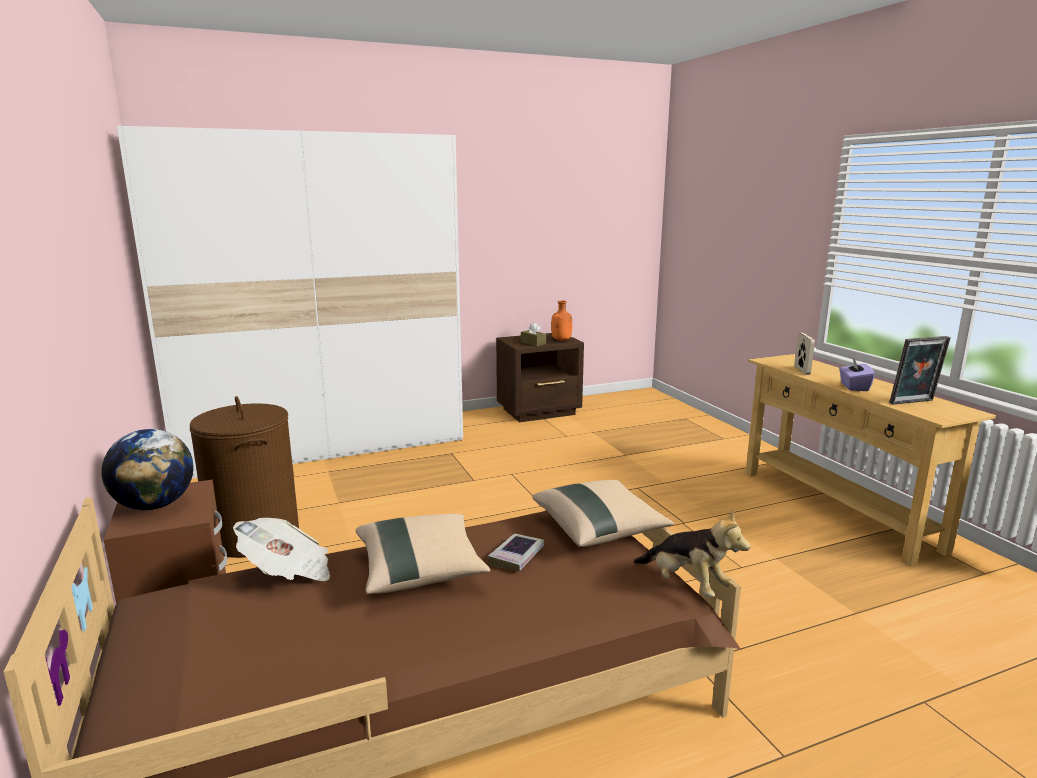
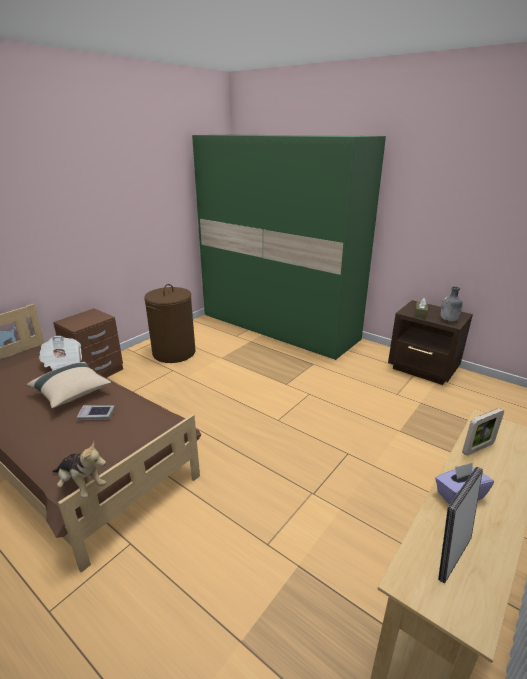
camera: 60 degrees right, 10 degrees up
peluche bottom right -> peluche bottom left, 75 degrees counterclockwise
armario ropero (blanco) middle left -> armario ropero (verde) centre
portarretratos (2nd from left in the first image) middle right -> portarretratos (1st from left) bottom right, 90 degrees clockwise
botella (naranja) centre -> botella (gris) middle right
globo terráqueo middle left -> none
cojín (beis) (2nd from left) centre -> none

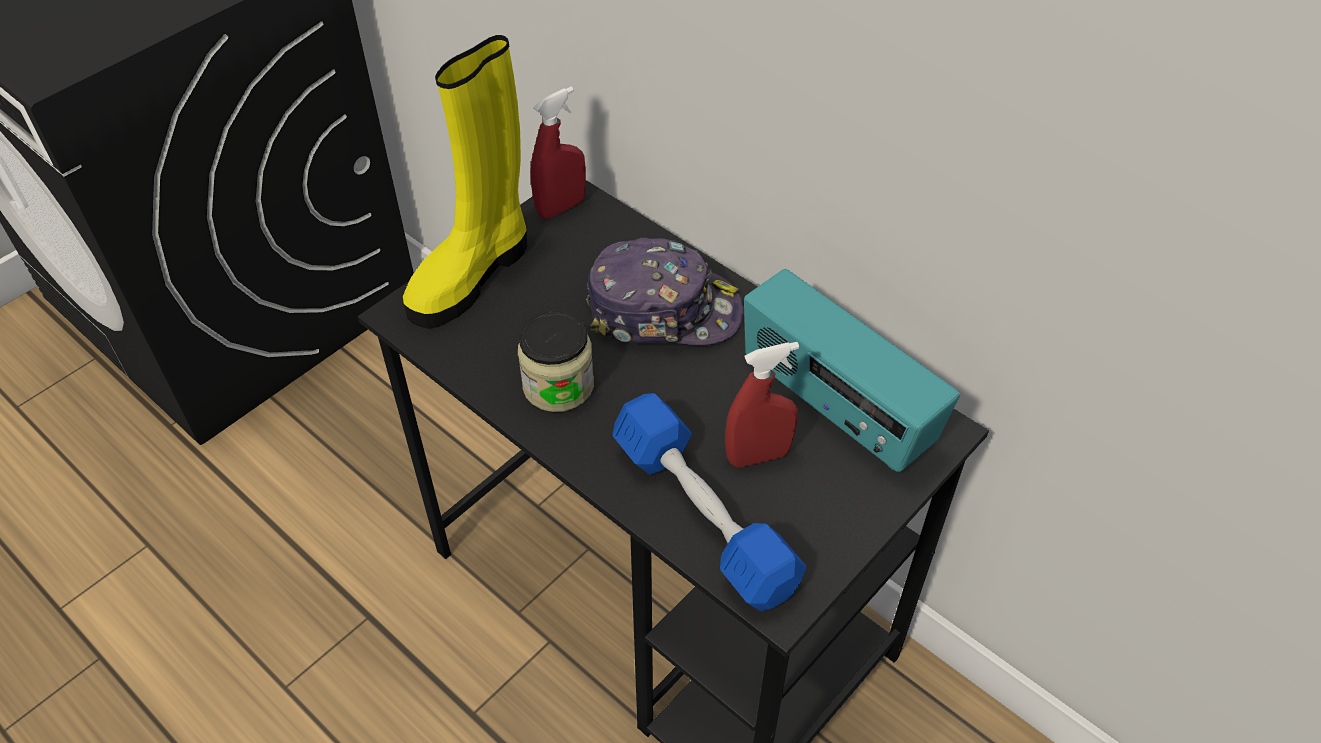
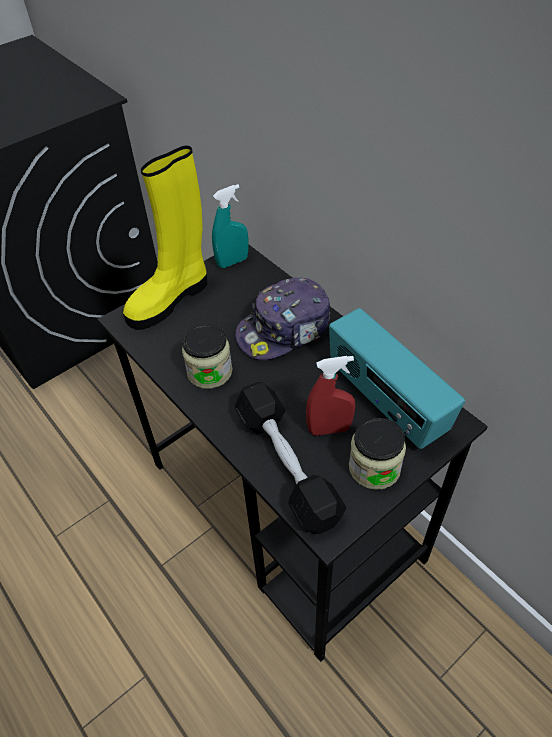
camera: 10 degrees right, 0 degrees up
pulverizador (rojo) (1st from left) top centre -> pulverizador (turquesa) top centre
gorra centre, 135 degrees clockwise
mancuerna (azul) bottom centre -> mancuerna (negro) centre
none -> tarro (2nd from left) middle right

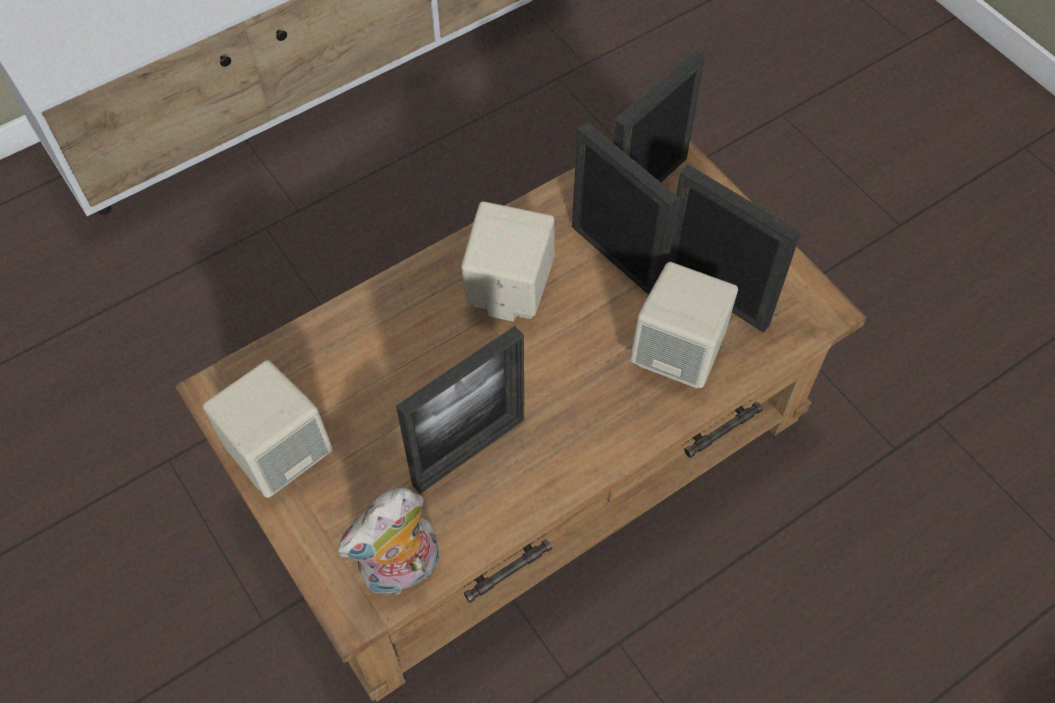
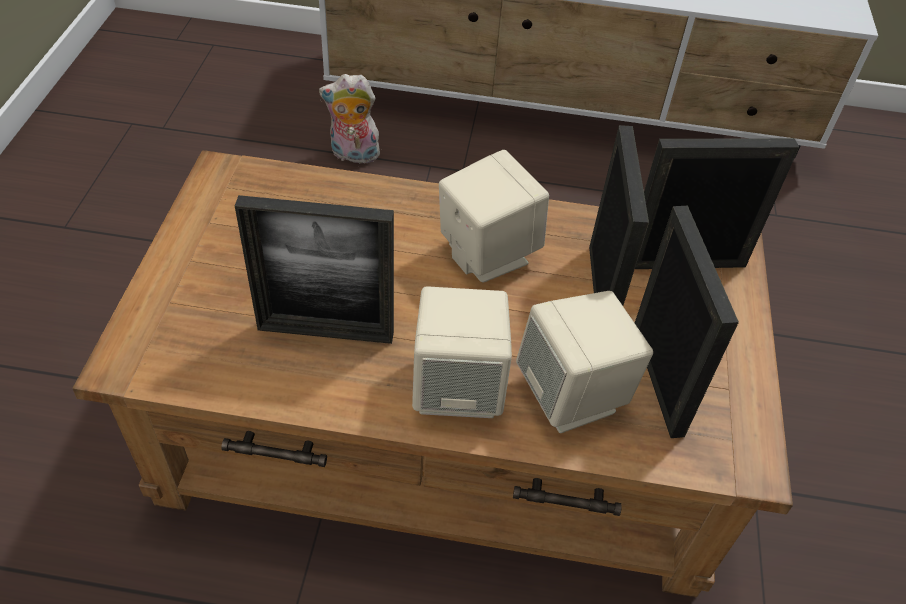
camera: 40 degrees right, 10 degrees down
peluche bottom centre -> peluche top centre, moved
altavoz (beis) (1st from left) middle left -> altavoz (beis) (1st from left) centre, moved

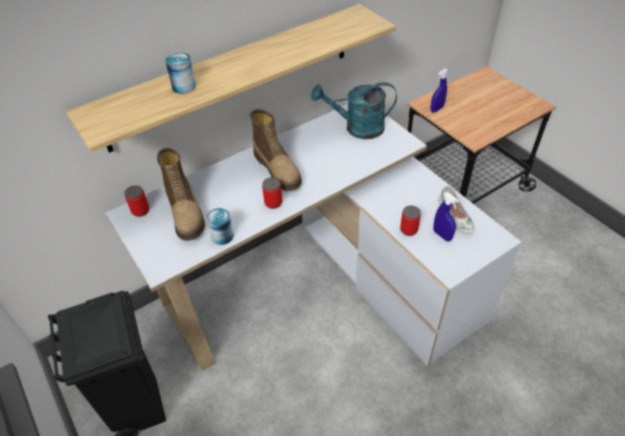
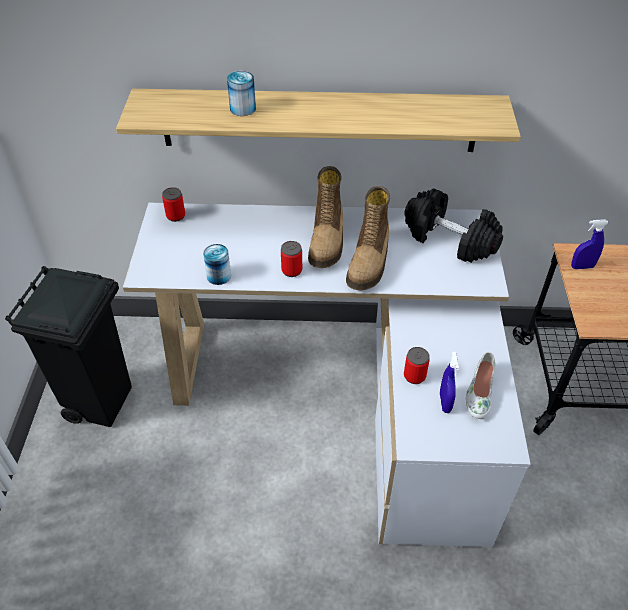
camera: 35 degrees right, 0 degrees up
bota (1st from left in the first image) middle left -> bota (2nd from left) centre, moved
regadera (turquesa) top centre -> mancuerna (negro) middle right

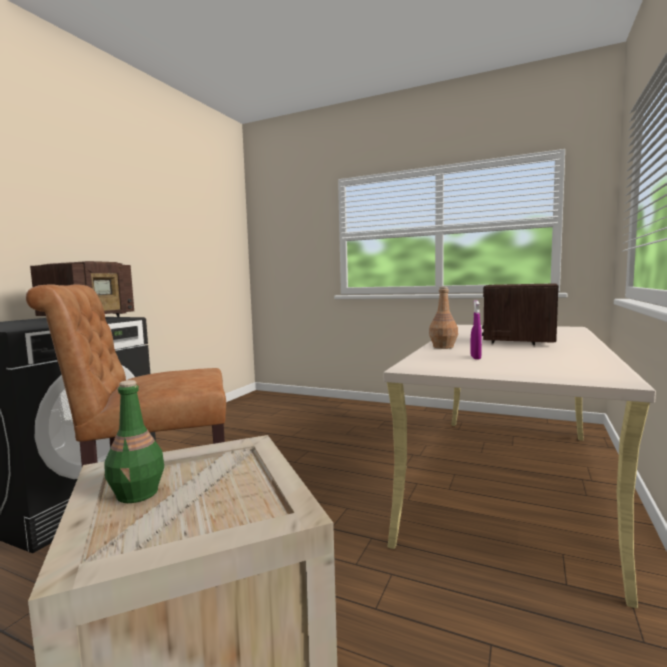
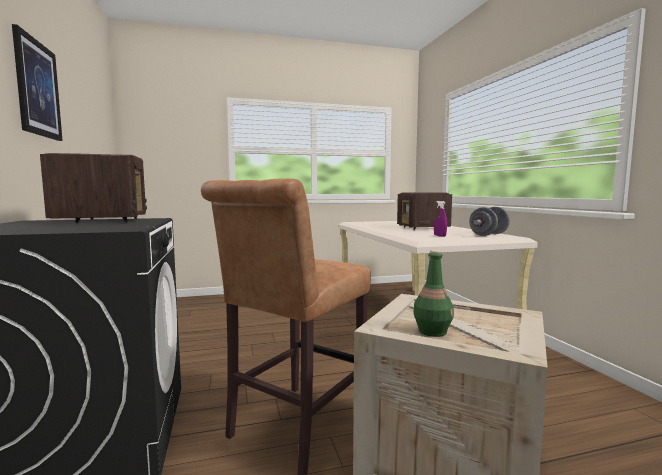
camera: 40 degrees left, 0 degrees up
none -> cuadro top left
none -> mancuerna (gris) middle right
botella (marrón) centre -> none

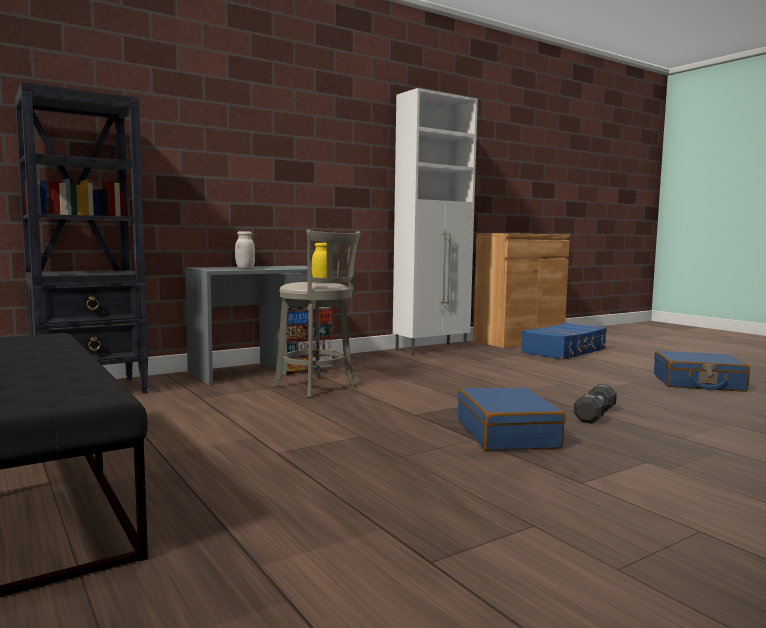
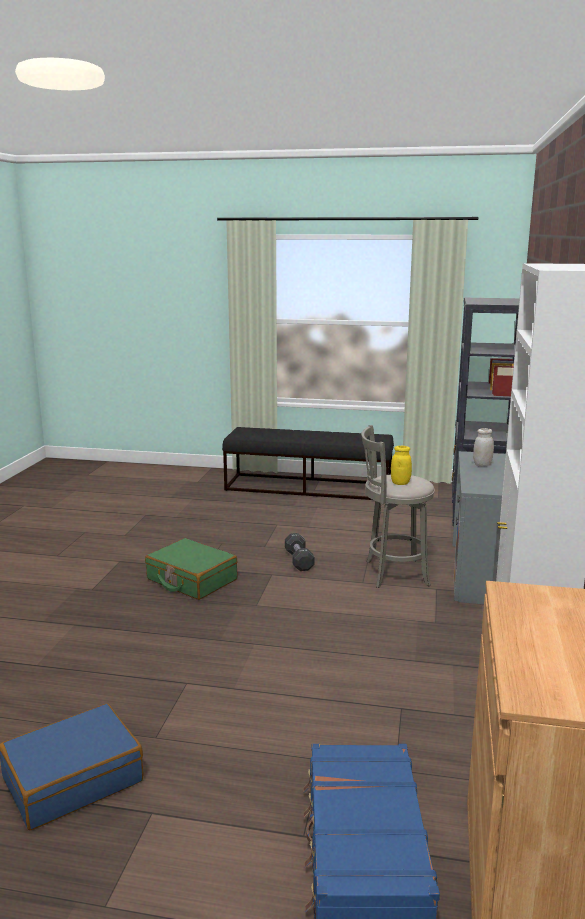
camera: 135 degrees right, 10 degrees up
maleta (azul) (1st from left) bottom right -> maleta (verde) middle left
mancuerna (negro) middle right -> mancuerna (negro) centre, moved

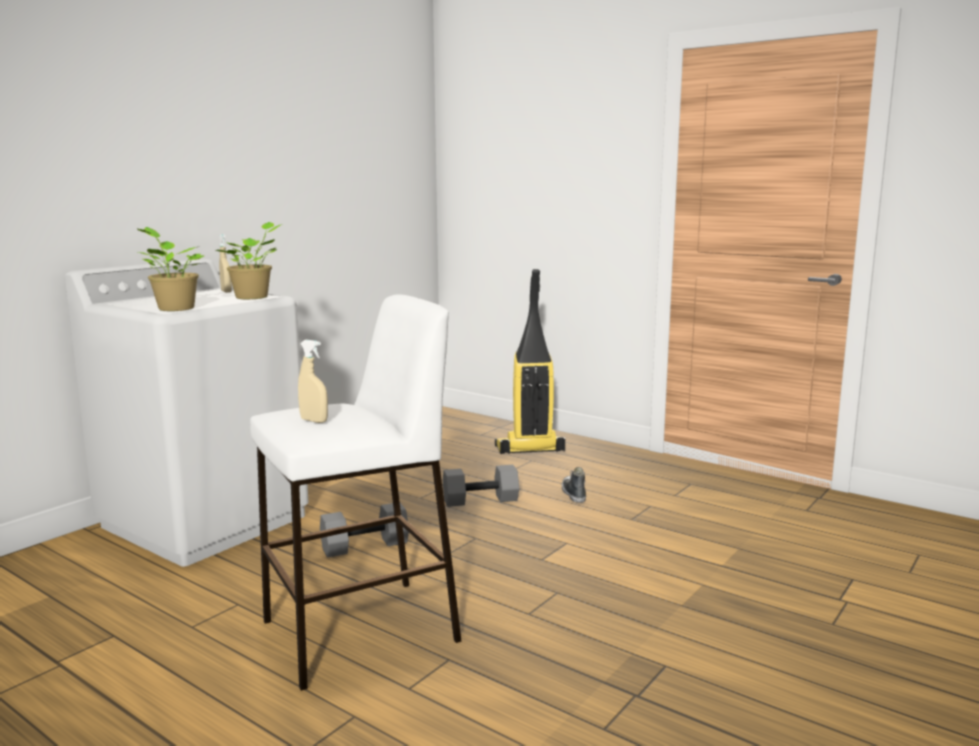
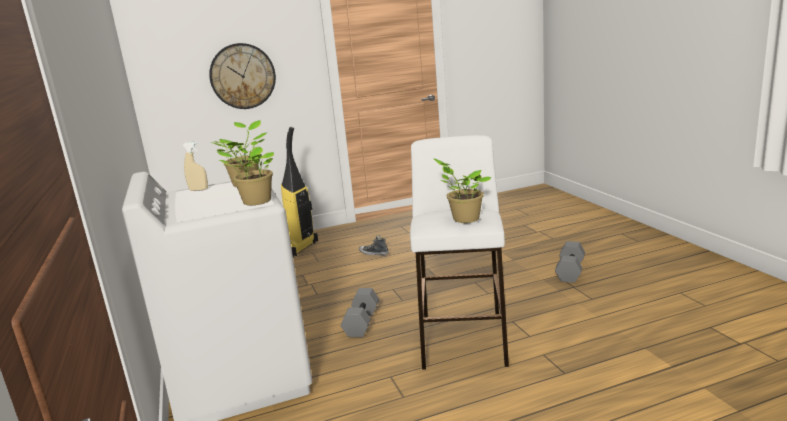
camera: 55 degrees left, 5 degrees up
none -> reloj de pared top left
pulverizador (beis) (2nd from left) middle left -> planta en maceta (3rd from left) centre
mancuerna (gris) (2nd from left) centre -> mancuerna (gris) (2nd from left) middle right, moved

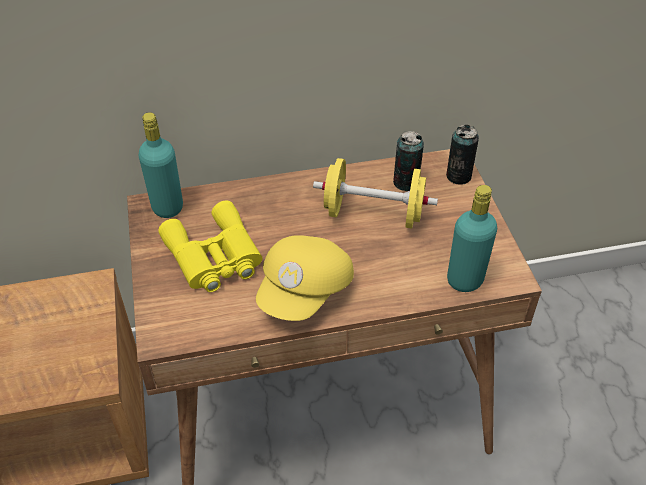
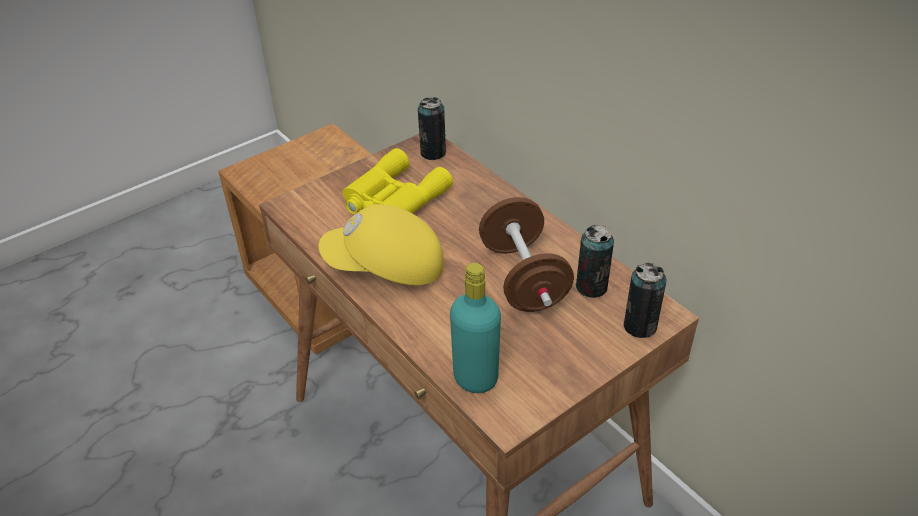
camera: 65 degrees right, 5 degrees down
botella (turquesa) (1st from left) middle left -> lata (1st from left) top centre
mancuerna (amarillo) centre -> mancuerna (marrón) centre

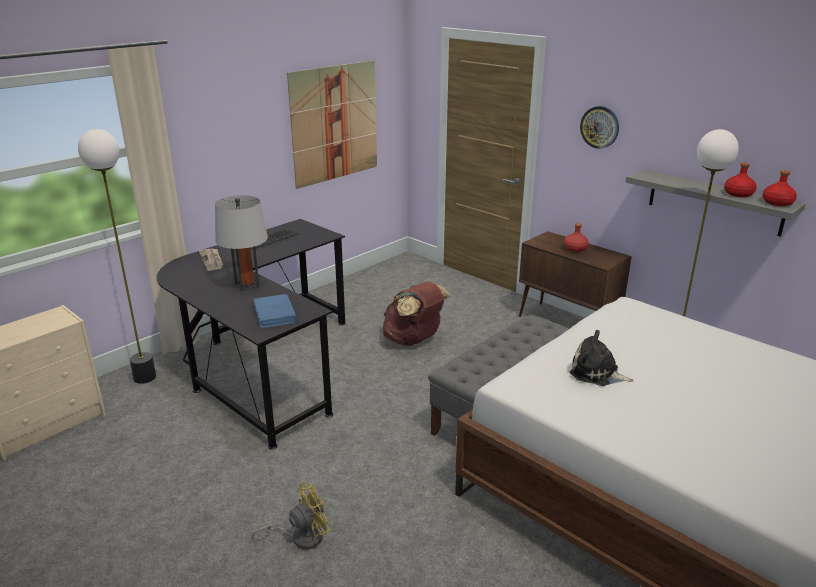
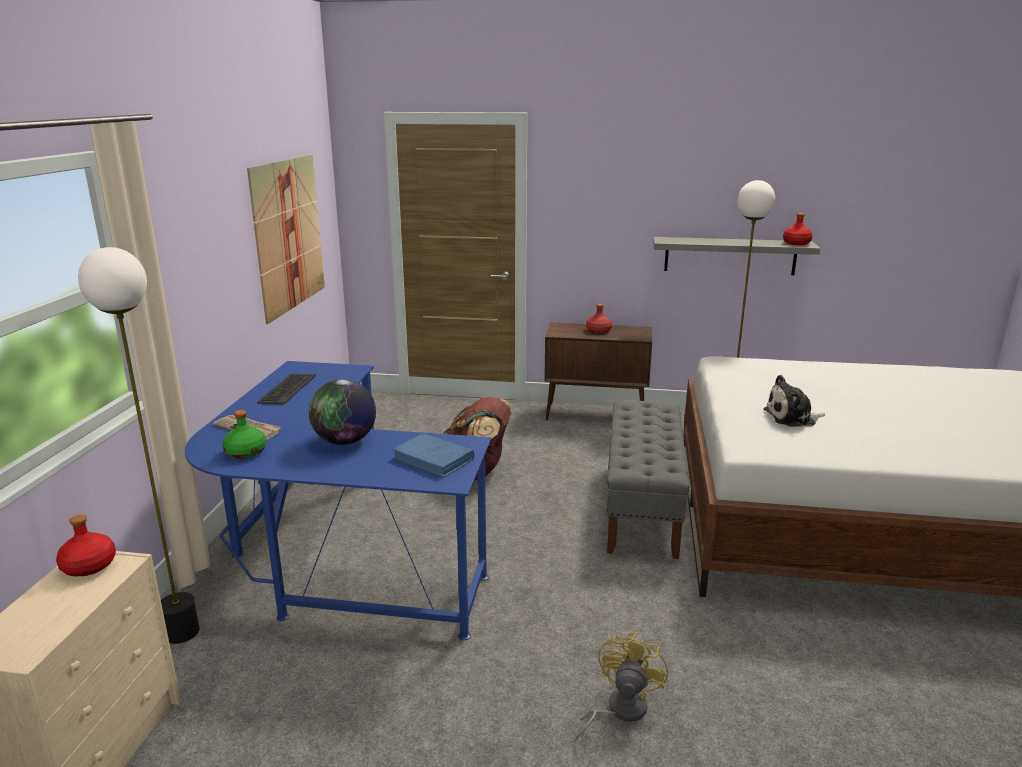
camera: 35 degrees left, 5 degrees down
botella (rojo) (2nd from left in the first image) top right -> botella (rojo) (1st from left) bottom left, moved
escritorio (negro) middle left -> escritorio (azul) middle left
none -> botella (verde) middle left
lámpara de mesa (gris) middle left -> globo terráqueo centre
reloj de pared top right -> none

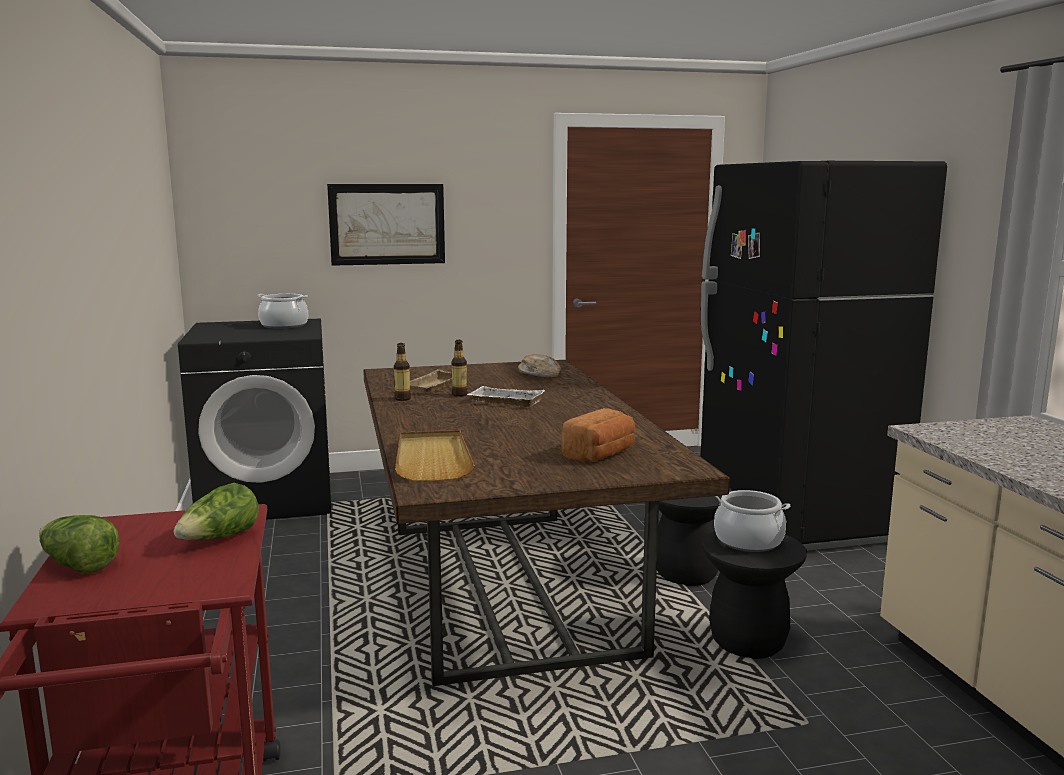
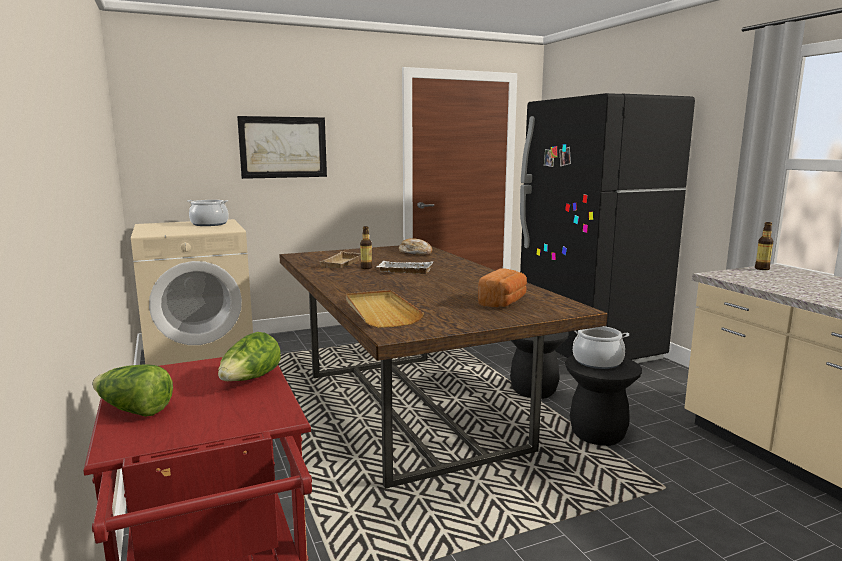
camera: 10 degrees left, 0 degrees up
lavadora (negro) middle left -> lavadora (beis) middle left
botella (1st from left in the first image) centre -> botella (2nd from left) middle right, moved

